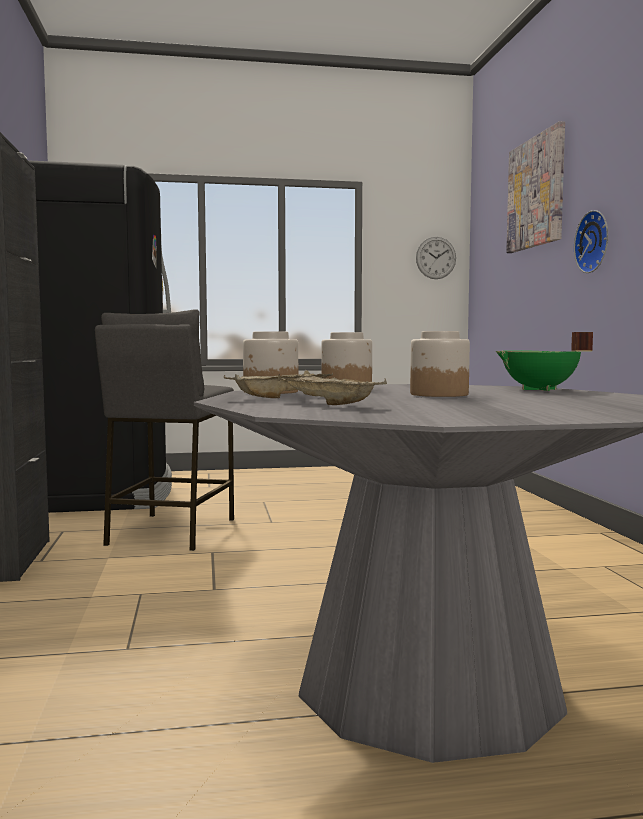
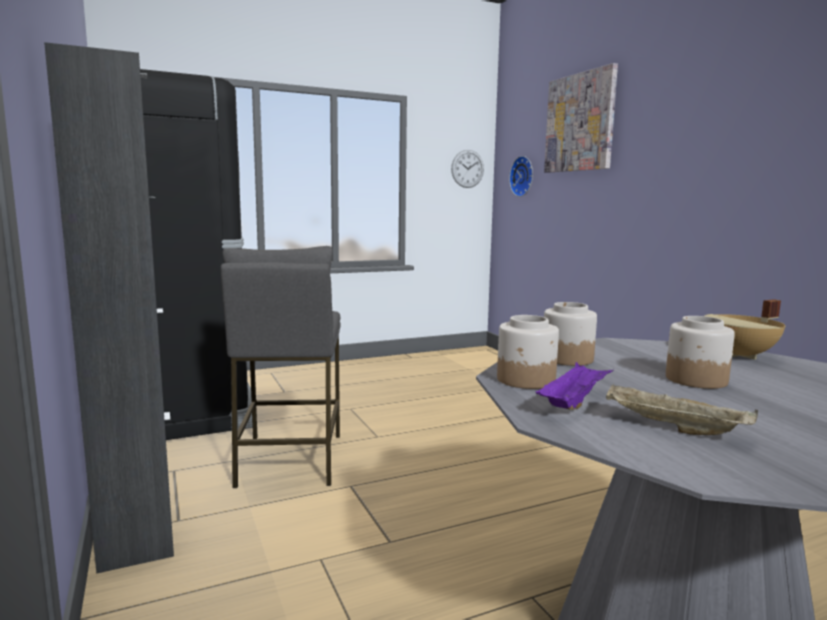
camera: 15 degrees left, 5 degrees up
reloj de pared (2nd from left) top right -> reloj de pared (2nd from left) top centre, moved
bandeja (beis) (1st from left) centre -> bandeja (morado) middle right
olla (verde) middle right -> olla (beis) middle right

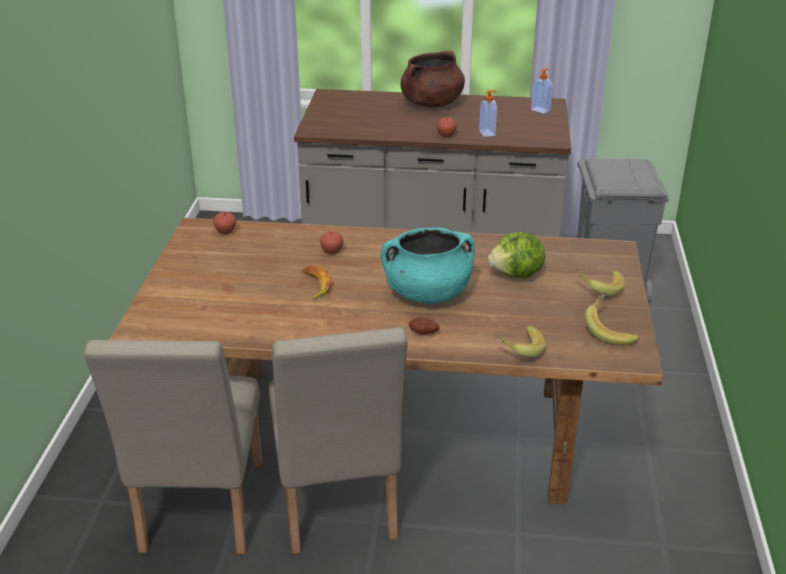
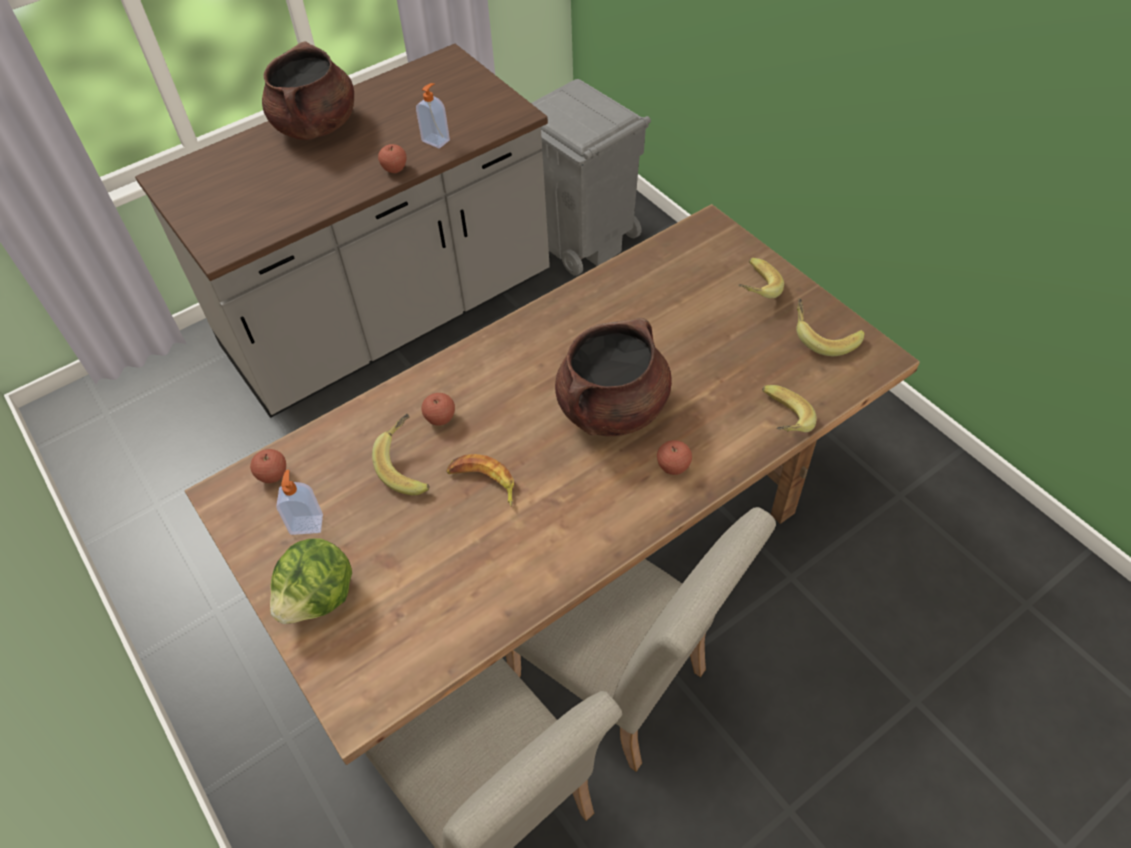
camera: 40 degrees left, 20 degrees up
lechuga centre -> lechuga bottom left, moved
dispensador de jabón (2nd from left in the first image) top right -> dispensador de jabón (1st from left) middle left, moved
none -> plátano (1st from left) centre
olla (turquesa) centre -> olla (marrón) (2nd from left) centre
patata centre -> manzana (4th from left) centre

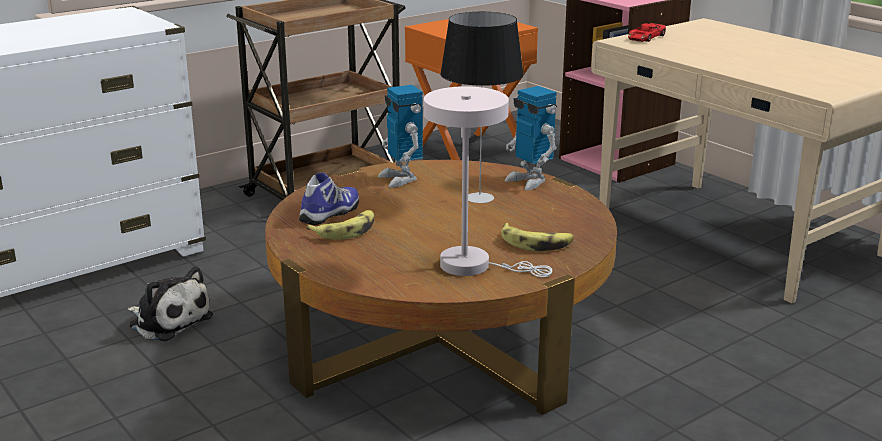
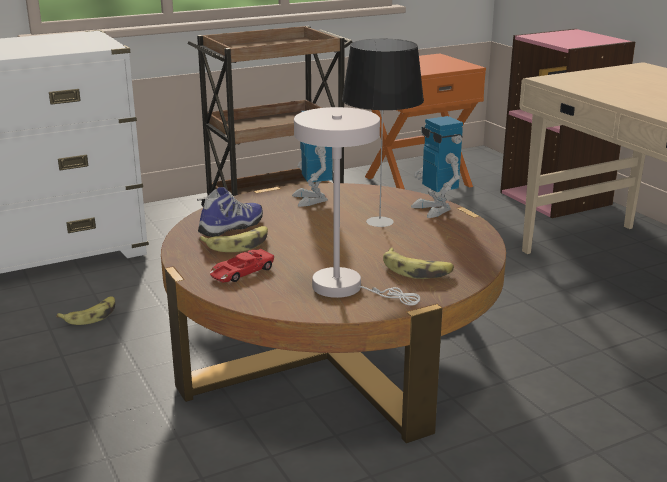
camera: 10 degrees right, 0 degrees up
peluche bottom left -> plátano (1st from left) middle left
coche de juguete (rojo) top right -> coche de juguete (rojo) centre, moved

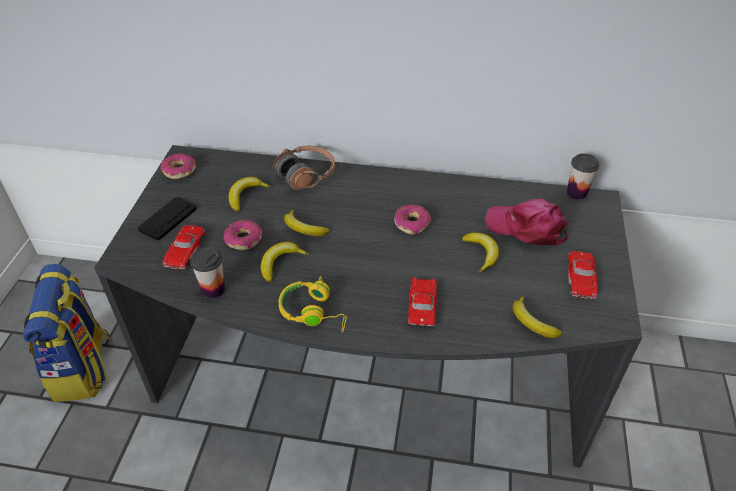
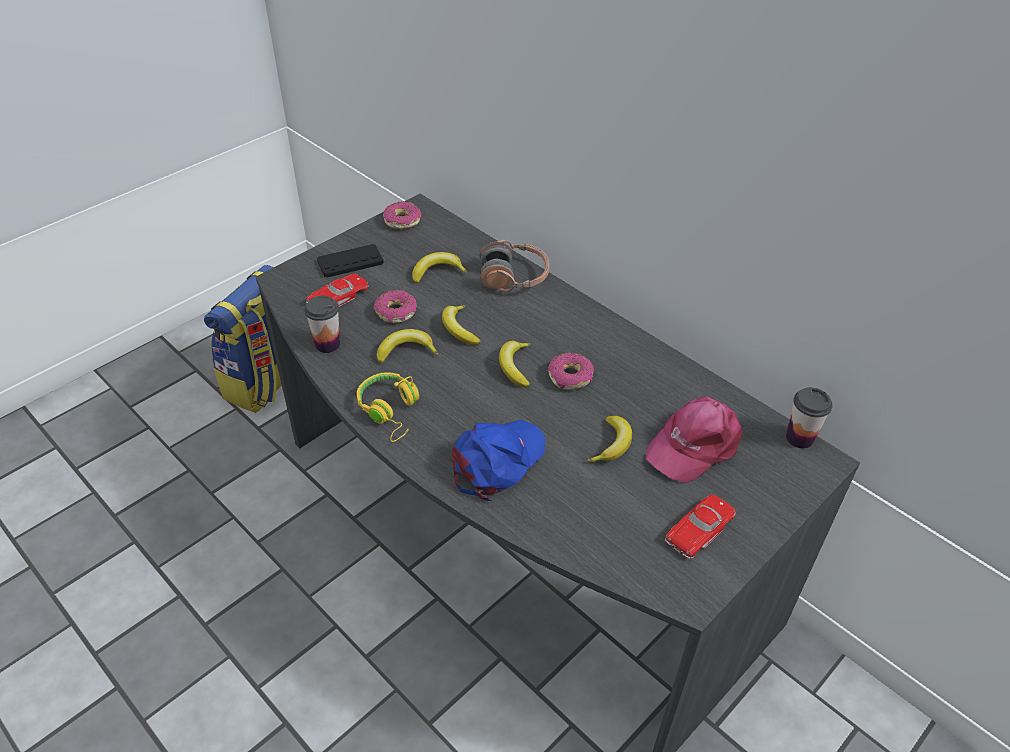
camera: 35 degrees right, 0 degrees up
coche de juguete (rojo) (2nd from left) centre -> gorra (azul) centre
plátano (5th from left in the first image) middle right -> plátano (4th from left) centre, moved
gorra (rosa) middle right, 105 degrees counterclockwise

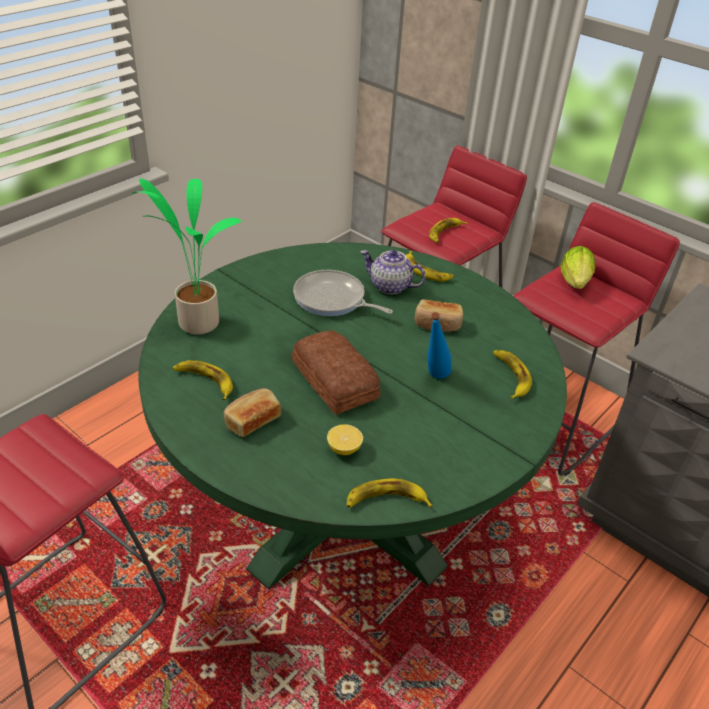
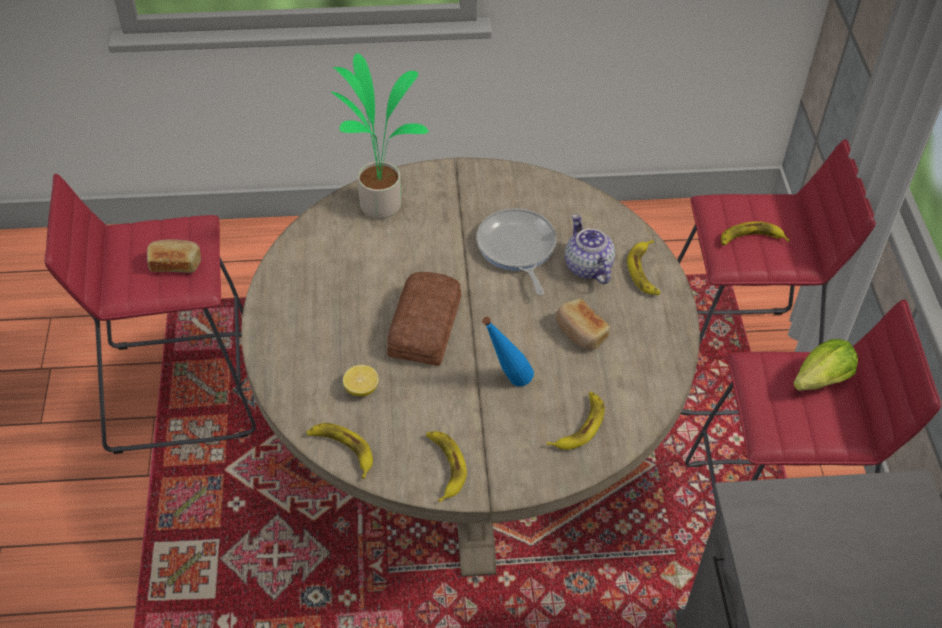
camera: 45 degrees right, 10 degrees up
pan (1st from left) centre -> pan (1st from left) middle left, moved
mesa de comedor (verde) centre -> mesa de comedor (beis) centre
plátano (1st from left in the first image) middle left -> plátano (2nd from left) bottom centre, moved

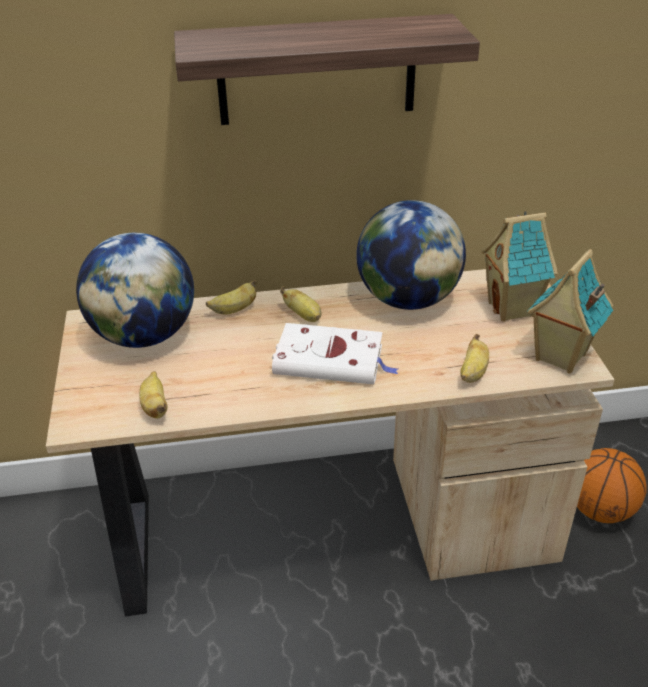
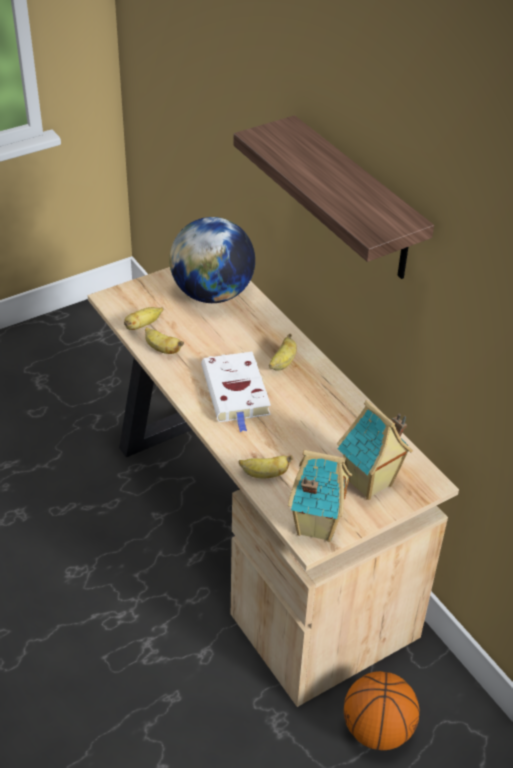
camera: 65 degrees right, 5 degrees up
plátano (2nd from left) centre -> plátano (2nd from left) middle left, moved
globo terráqueo (2nd from left) centre -> none

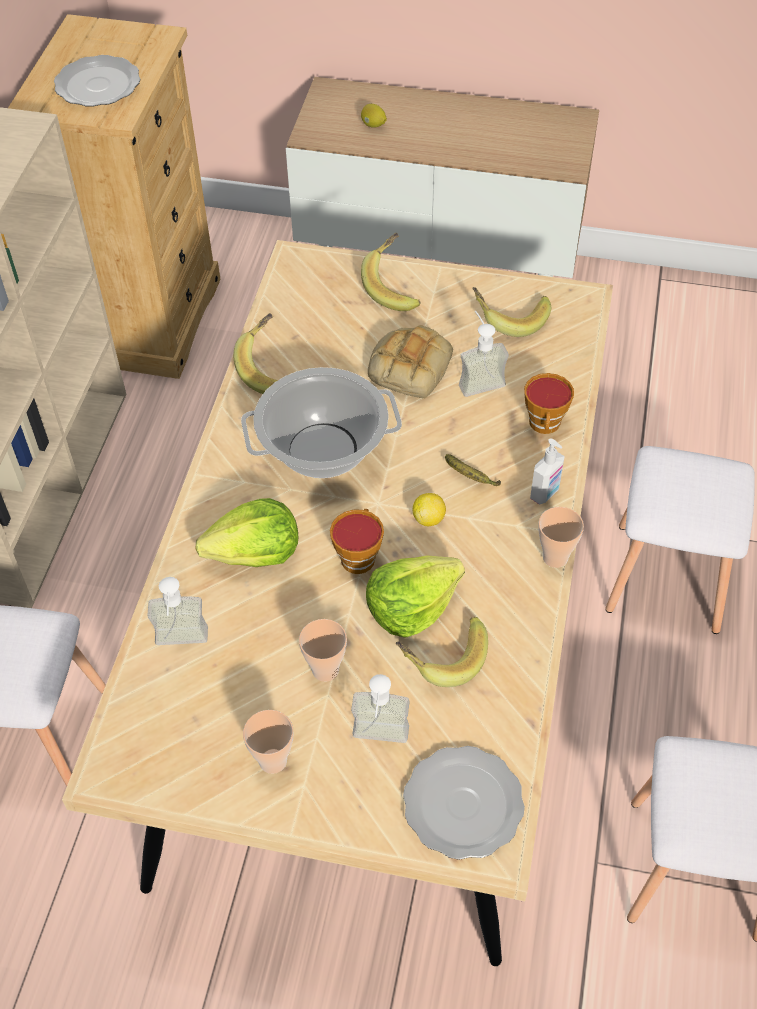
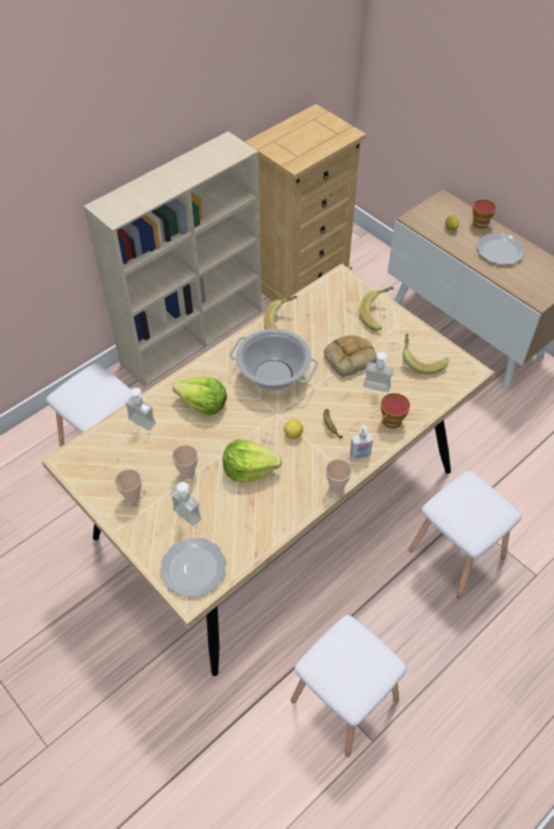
camera: 35 degrees right, 0 degrees up
taza (3rd from left in the first image) centre -> taza (5th from left) top right, moved
plato (1st from left in the first image) top left -> plato (2nd from left) top right, moved
plátano (3rd from left) centre -> none

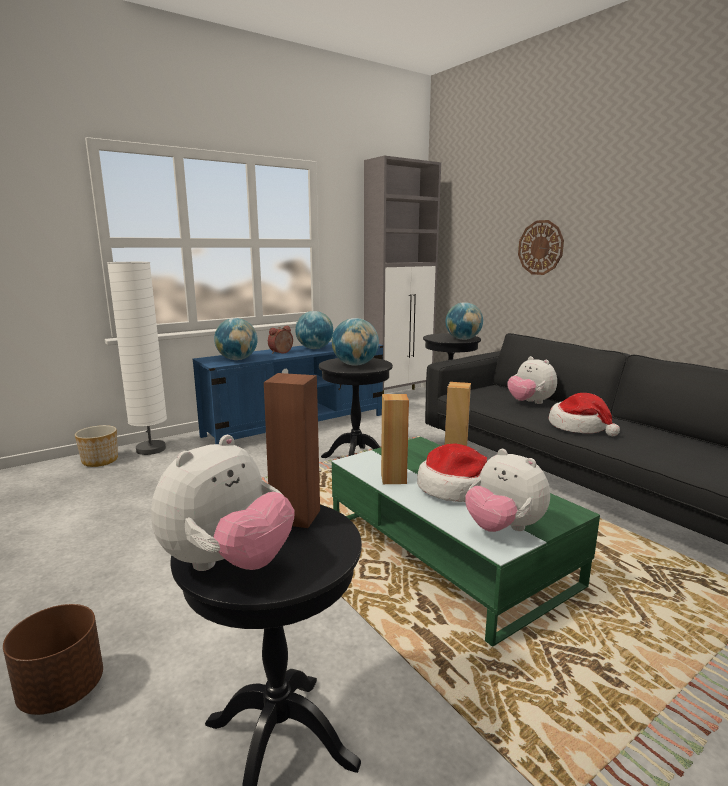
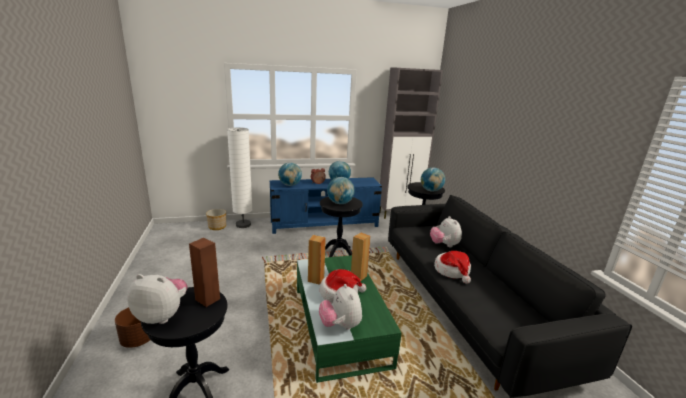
camera: 20 degrees right, 5 degrees up
peluche (1st from left) middle left -> peluche (1st from left) bottom left, 135 degrees counterclockwise
reloj de pared top right -> none

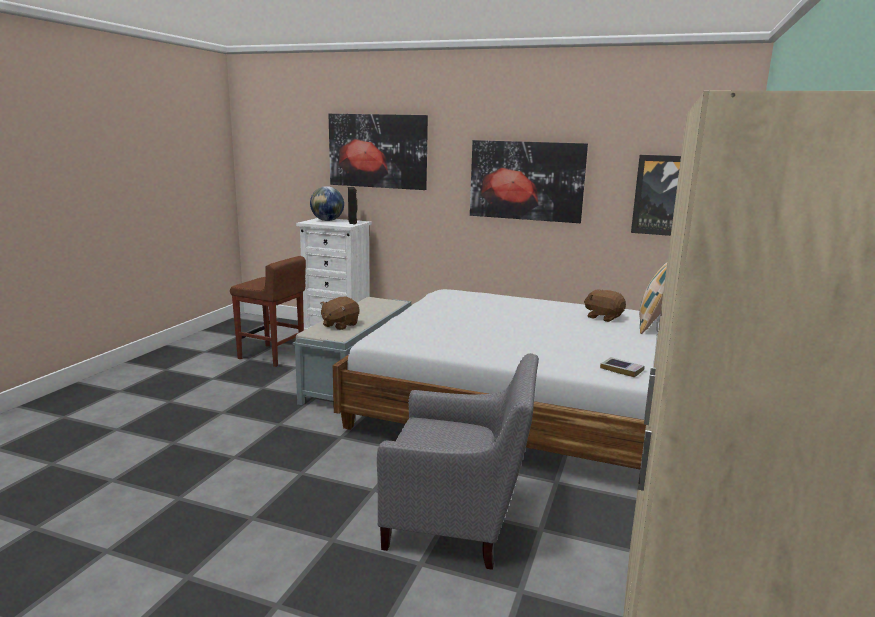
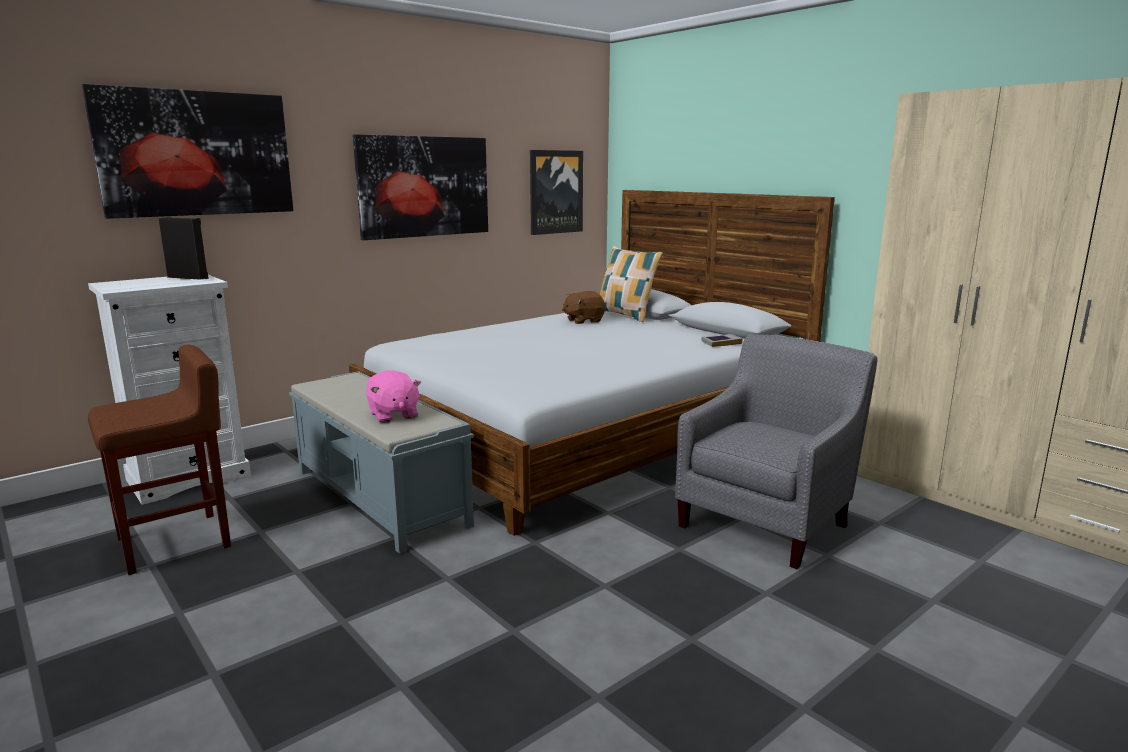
camera: 60 degrees left, 0 degrees up
peluche (marrón) (1st from left) centre -> peluche (rosa) centre
globo terráqueo top centre -> none

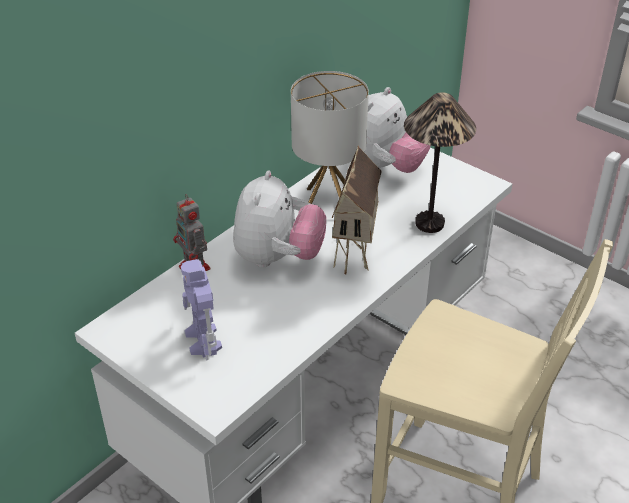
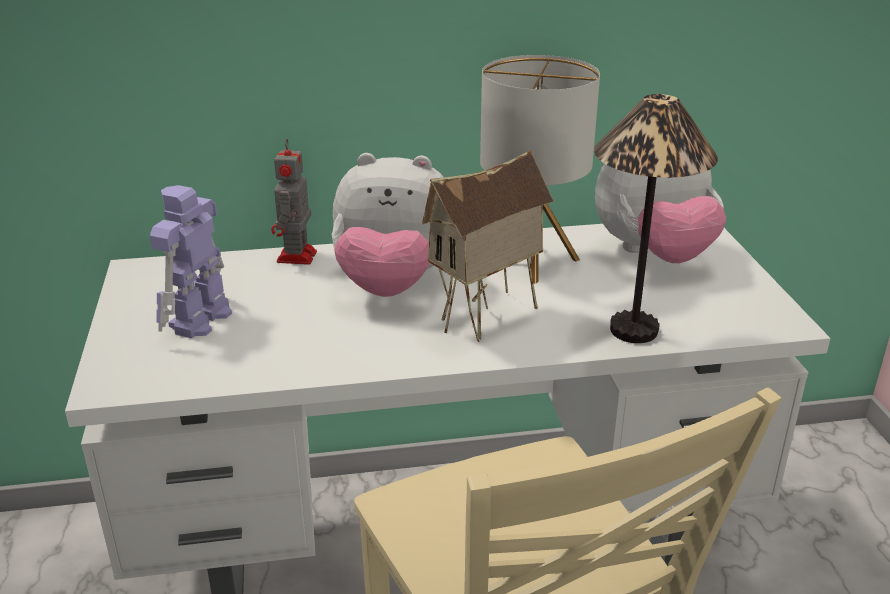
camera: 40 degrees right, 10 degrees down
peluche (1st from left) centre, 45 degrees clockwise

